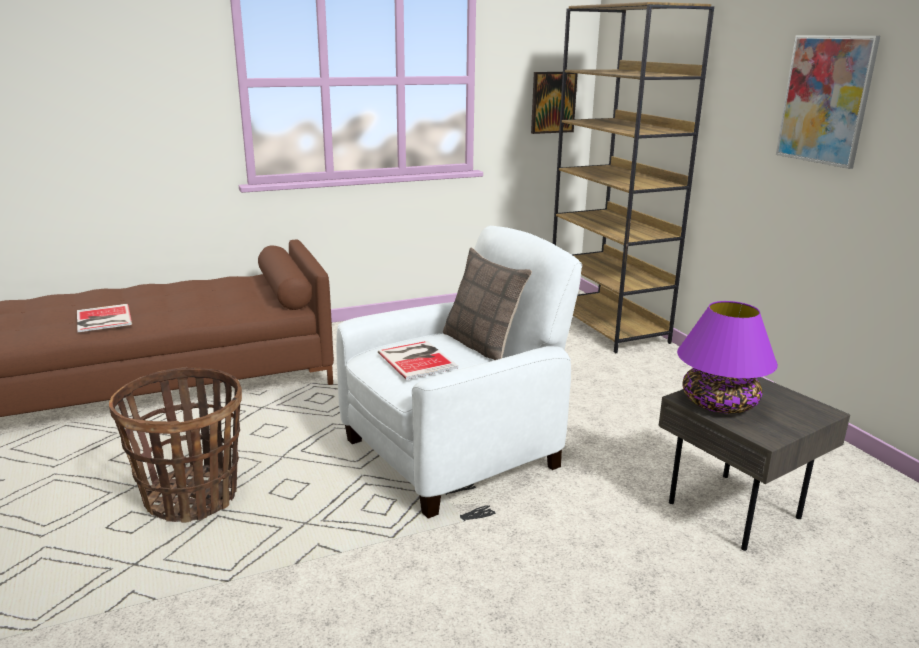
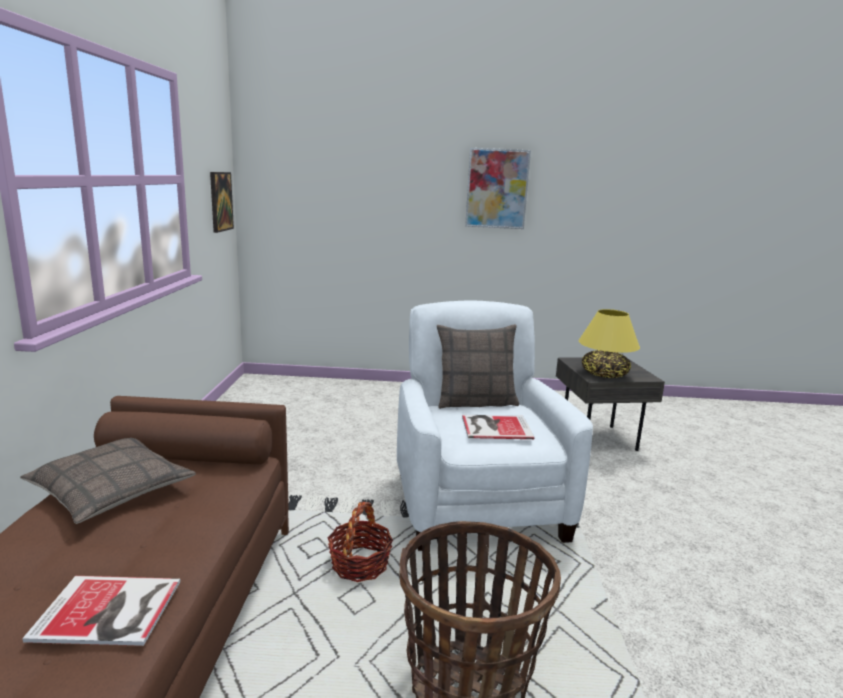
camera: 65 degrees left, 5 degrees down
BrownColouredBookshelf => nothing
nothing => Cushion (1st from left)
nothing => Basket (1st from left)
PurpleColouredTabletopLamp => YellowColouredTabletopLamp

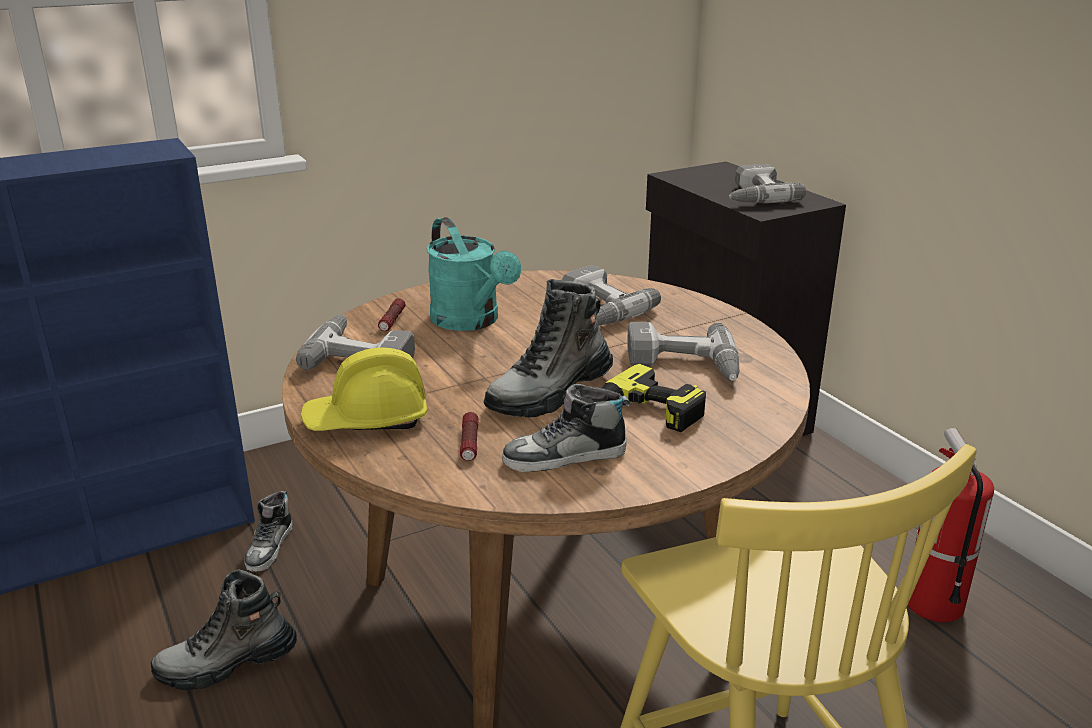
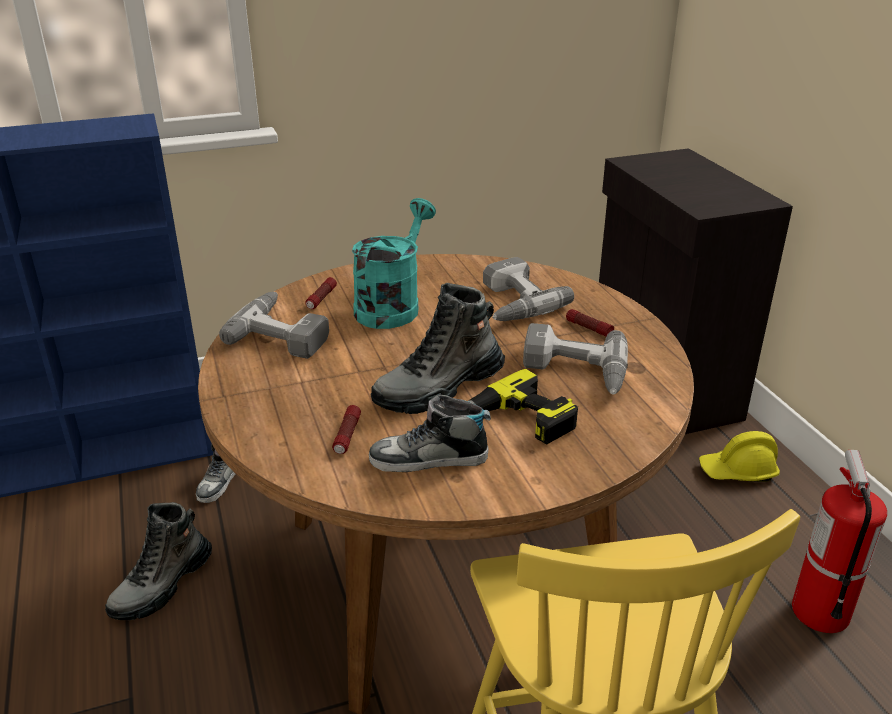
camera: 10 degrees right, 5 degrees up
Drill (5th from left) => nothing
nothing => Flashlight (3rd from left)
YellowColouredHardHat, move
Boot (1st from left), 45 degrees counterclockwise
TurquoiseSprinklingCan, 135 degrees counterclockwise

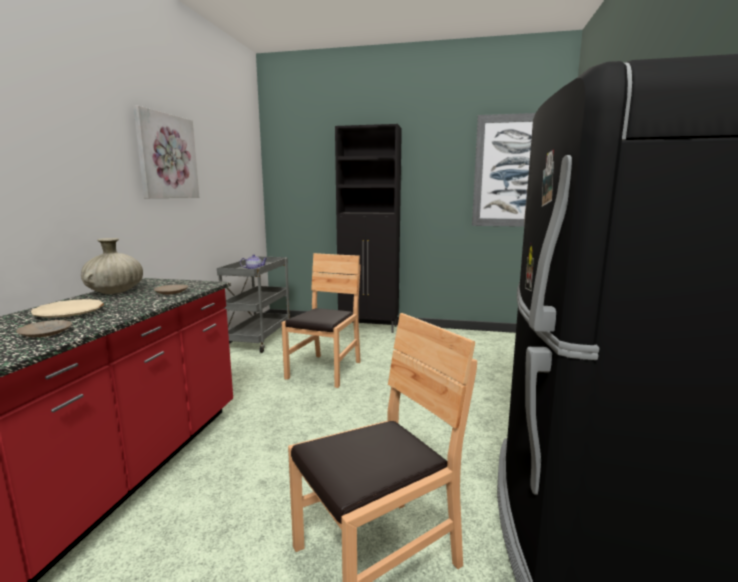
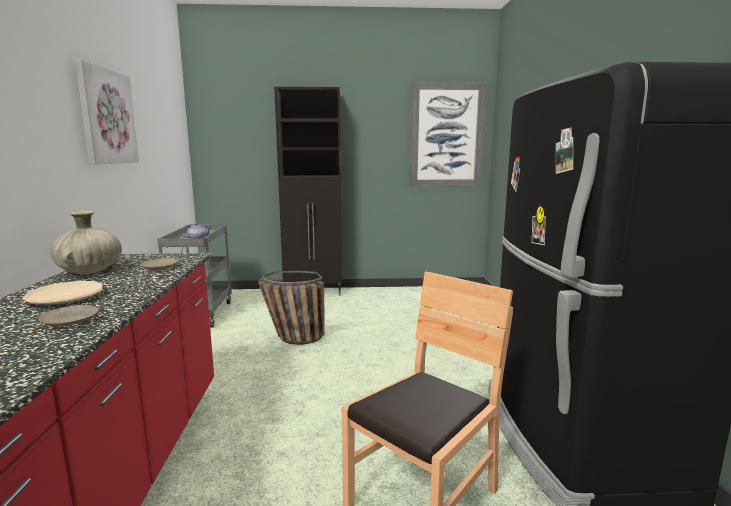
camera: 15 degrees left, 0 degrees up
BrownColouredUprightChair (1st from left) => Basket

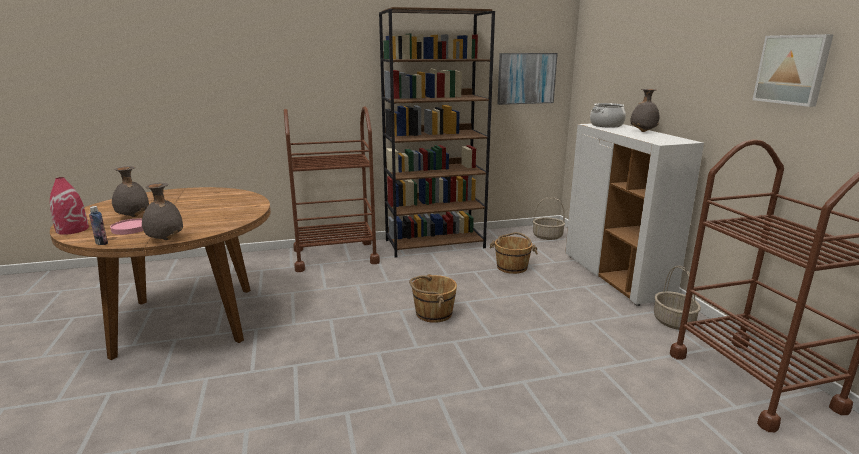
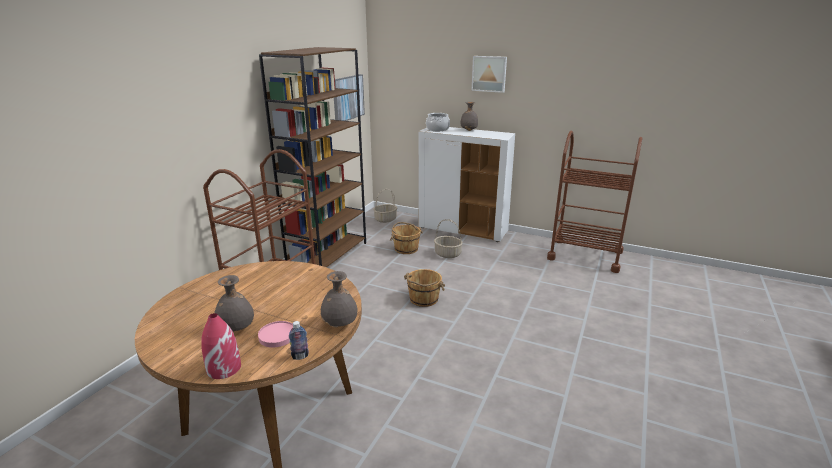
camera: 50 degrees left, 5 degrees up
Basket (2nd from left), move
WallPicture (2nd from left), move

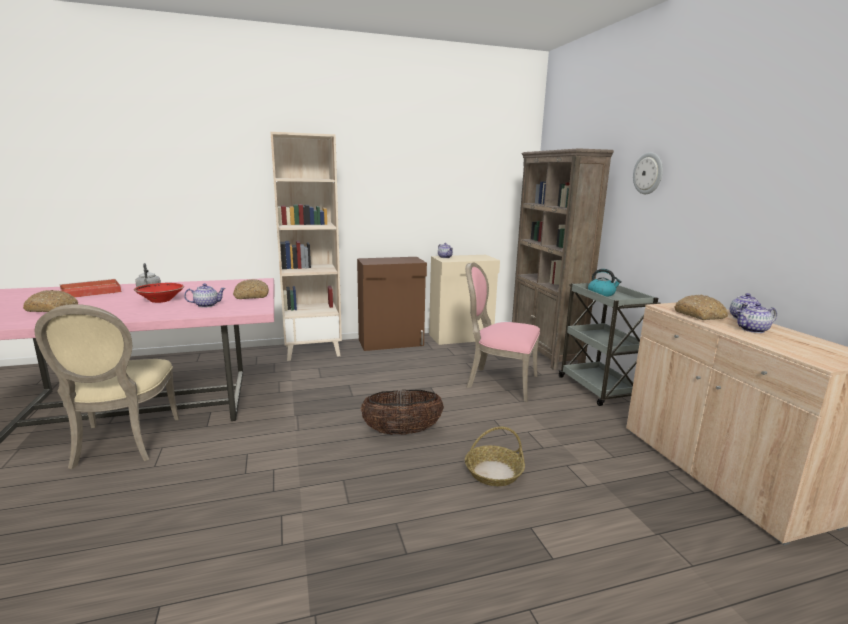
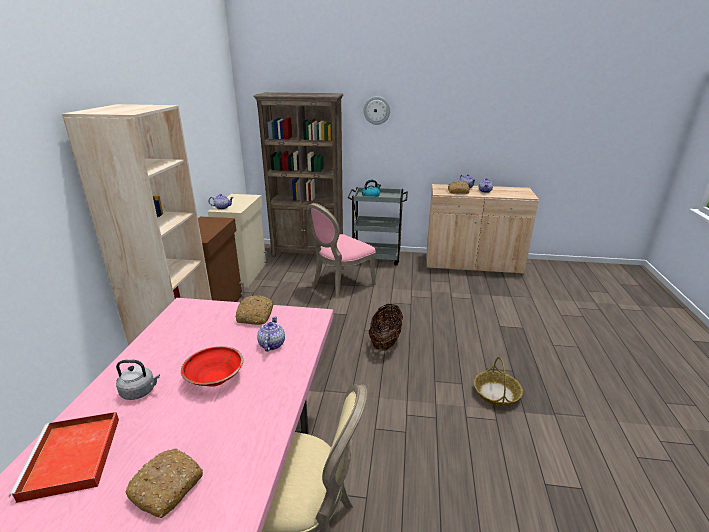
camera: 65 degrees left, 10 degrees up
Basket (2nd from left), move

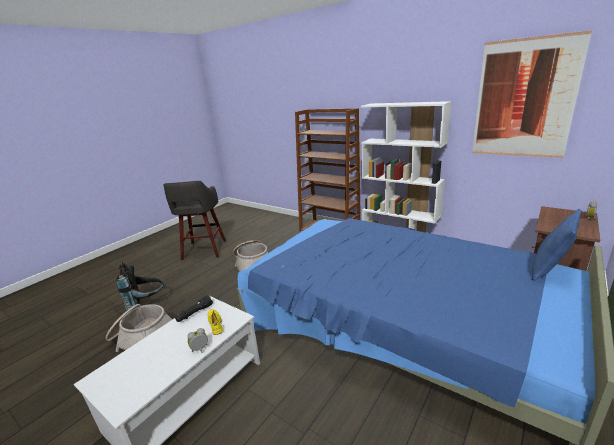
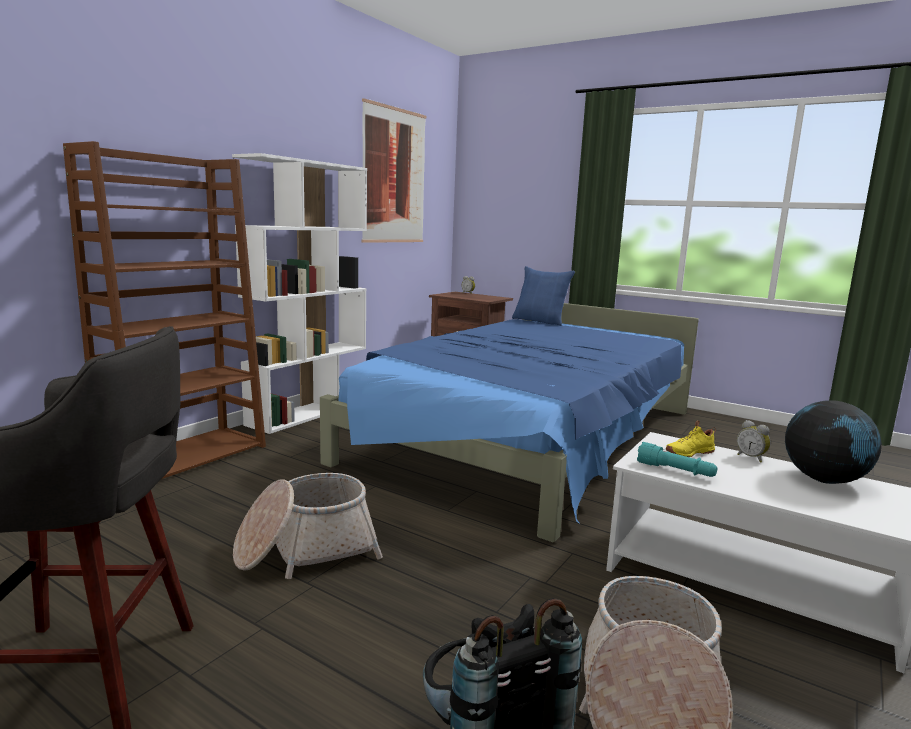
camera: 95 degrees left, 10 degrees down
nothing => Globe
BlackishFlashlight => TurquoiseFlashlight

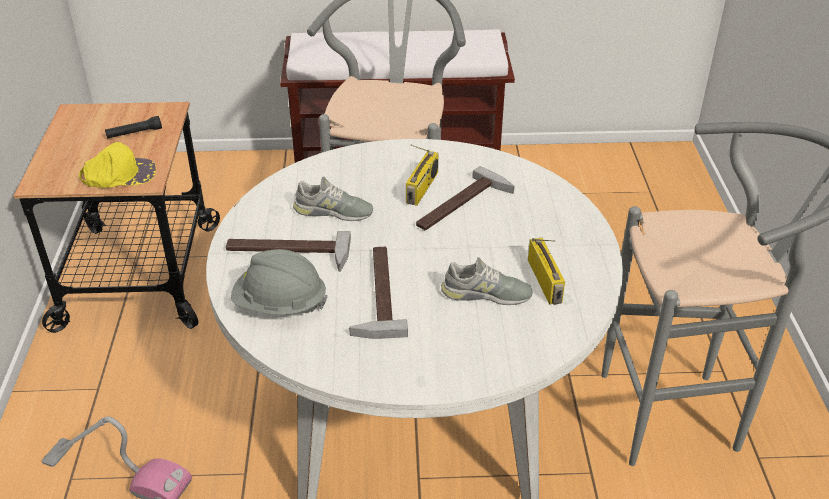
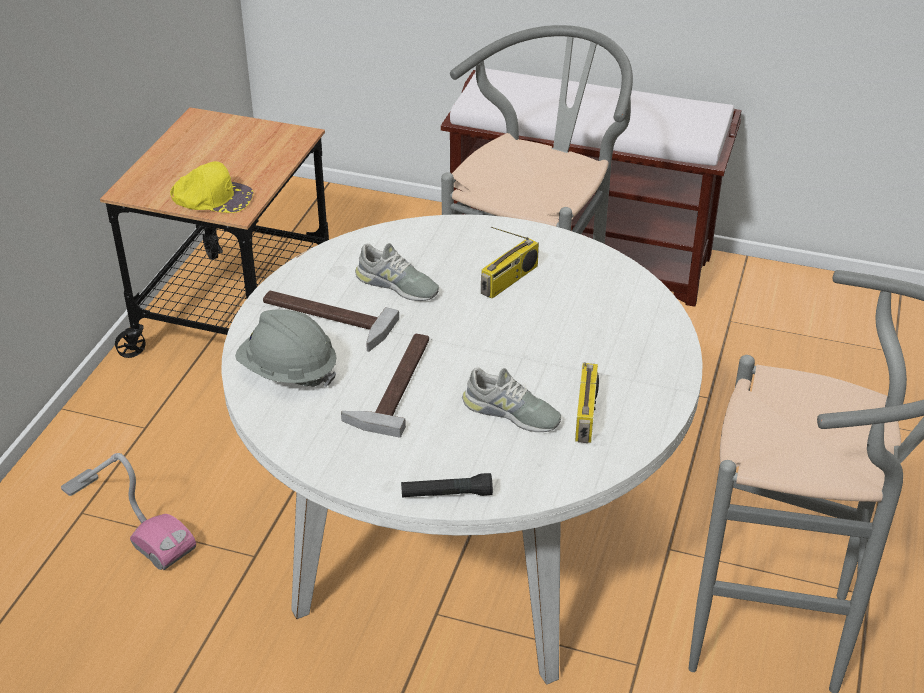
camera: 20 degrees right, 0 degrees up
Hammer (3rd from left) => nothing
BlackishFlashlight, move

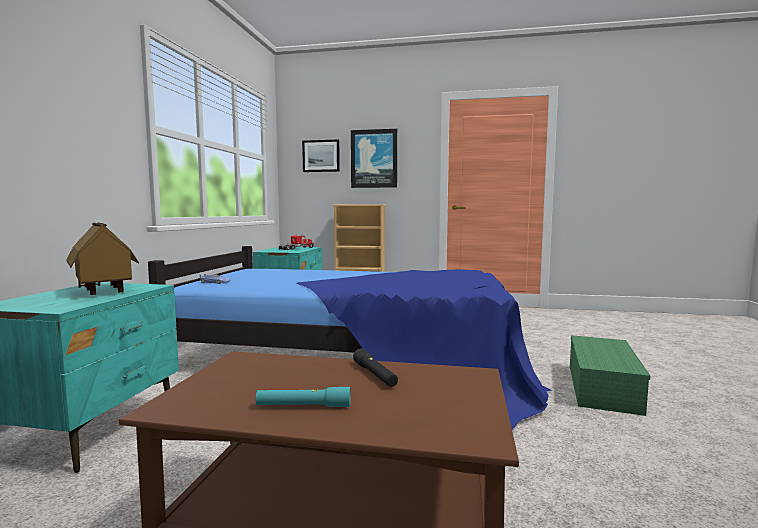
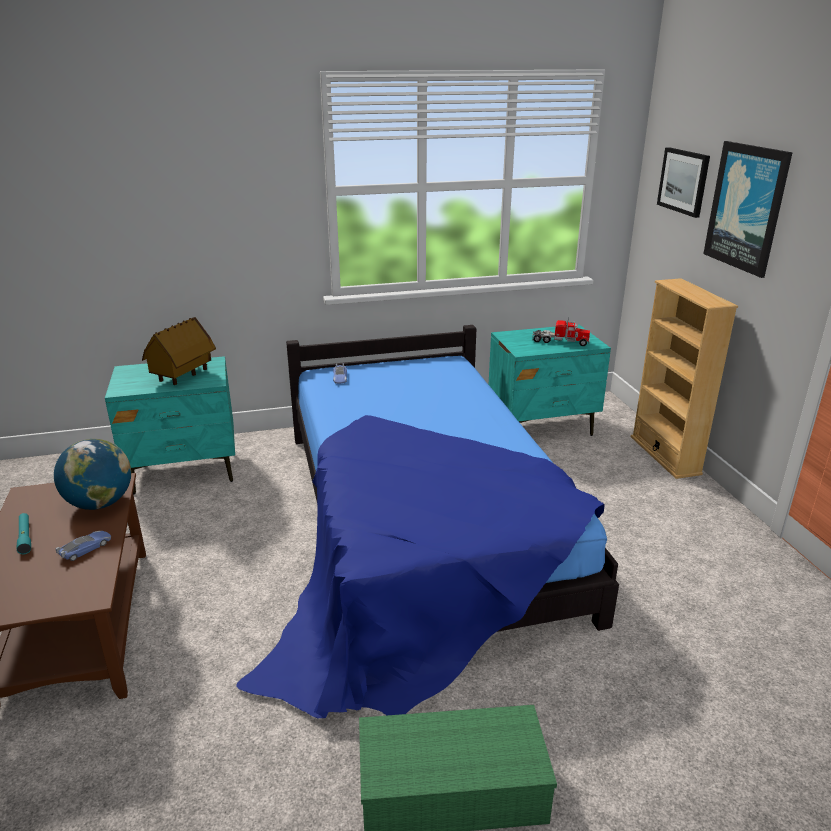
camera: 65 degrees right, 20 degrees up
nothing => Globe
BlackishFlashlight => MiniatureCar (1st from left)

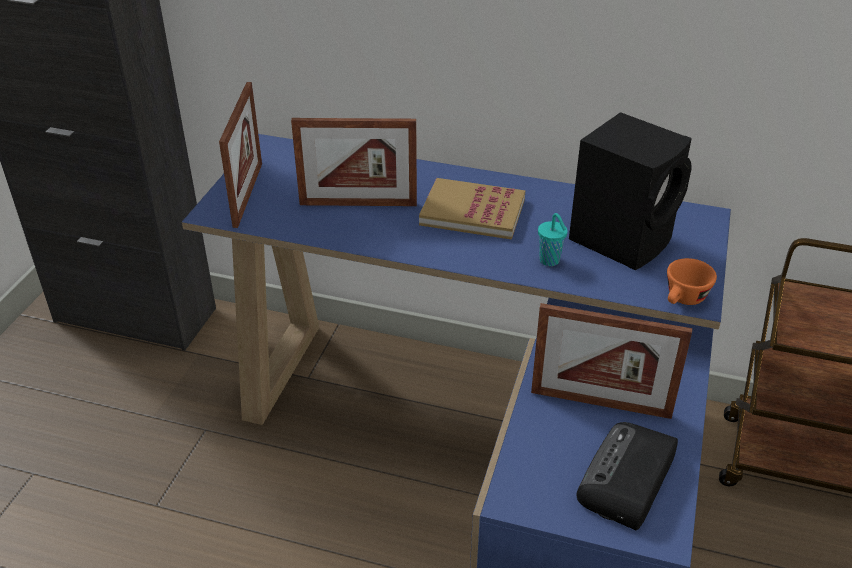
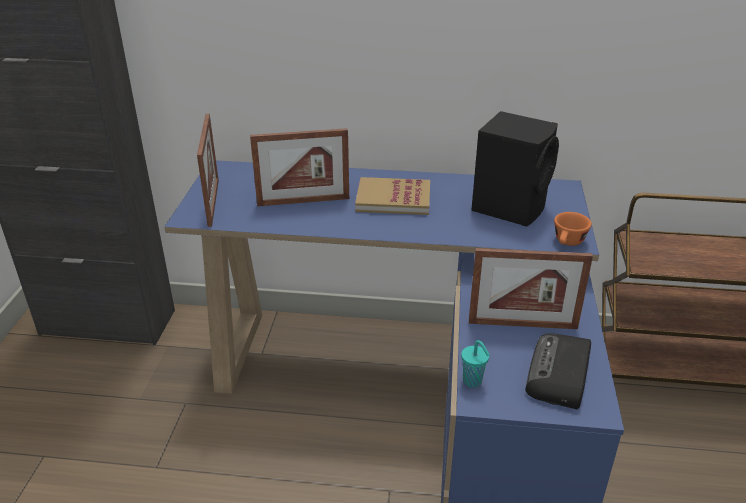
camera: 10 degrees left, 5 degrees down
TurquoiseCup, move

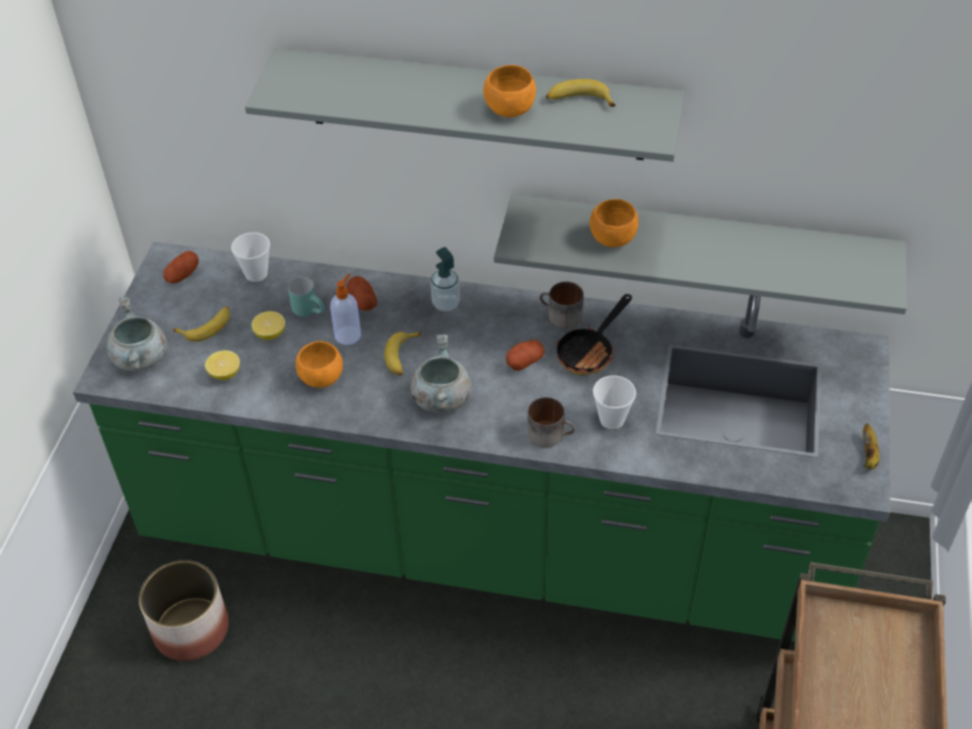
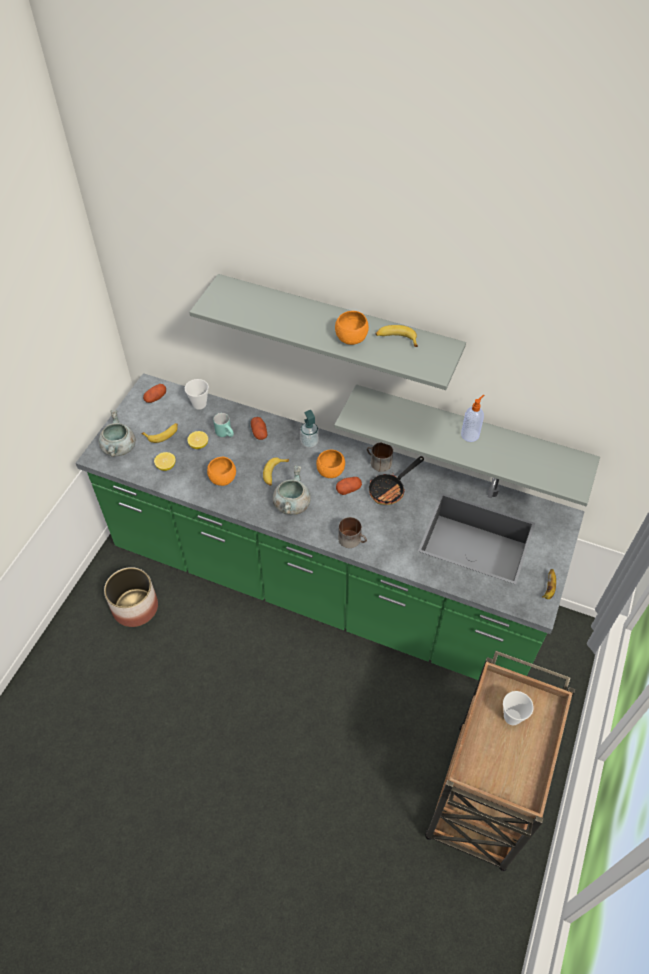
camera: 10 degrees right, 5 degrees up
SoapDispenser (1st from left in the first image) => SoapDispenser (2nd from left), move
OrangeyServingBowl (3rd from left in the first image) => OrangeyServingBowl (2nd from left), move
Cup (2nd from left), move

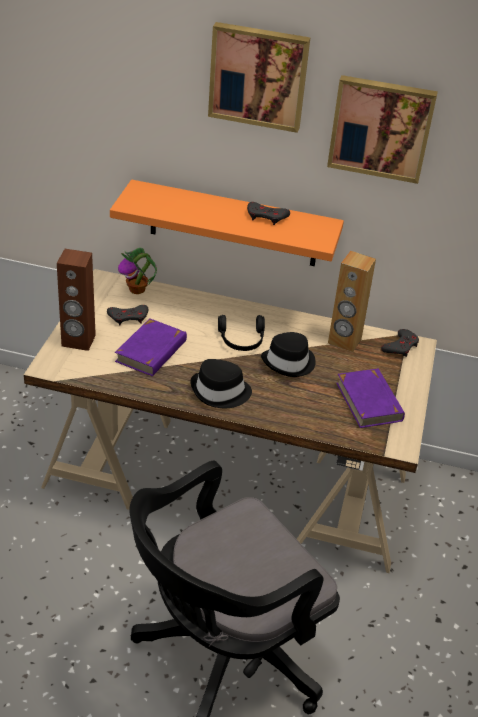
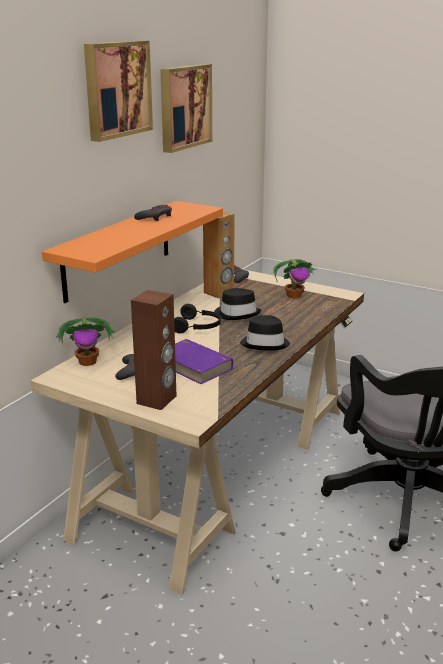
camera: 70 degrees left, 15 degrees down
PurpleColouredBook (2nd from left) => PottedPlant (2nd from left)

